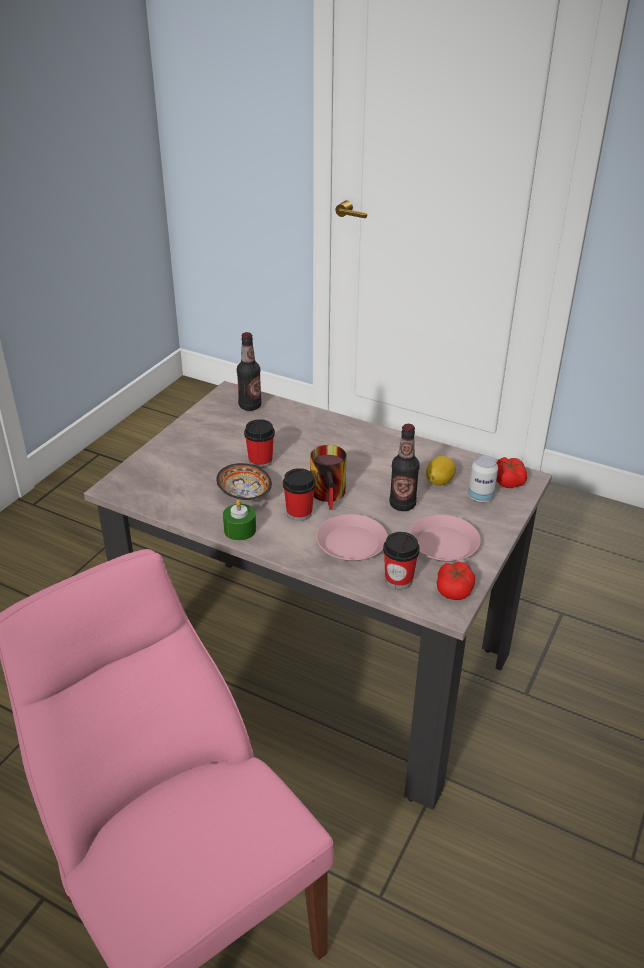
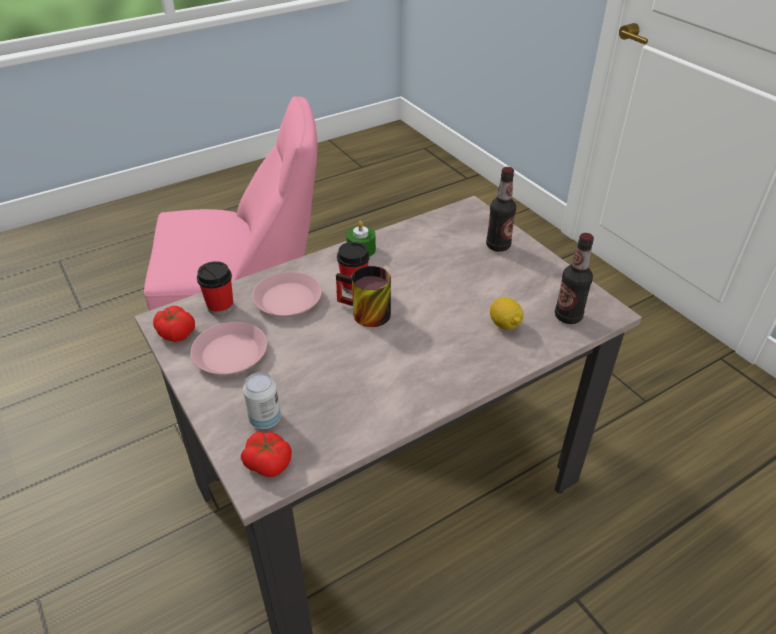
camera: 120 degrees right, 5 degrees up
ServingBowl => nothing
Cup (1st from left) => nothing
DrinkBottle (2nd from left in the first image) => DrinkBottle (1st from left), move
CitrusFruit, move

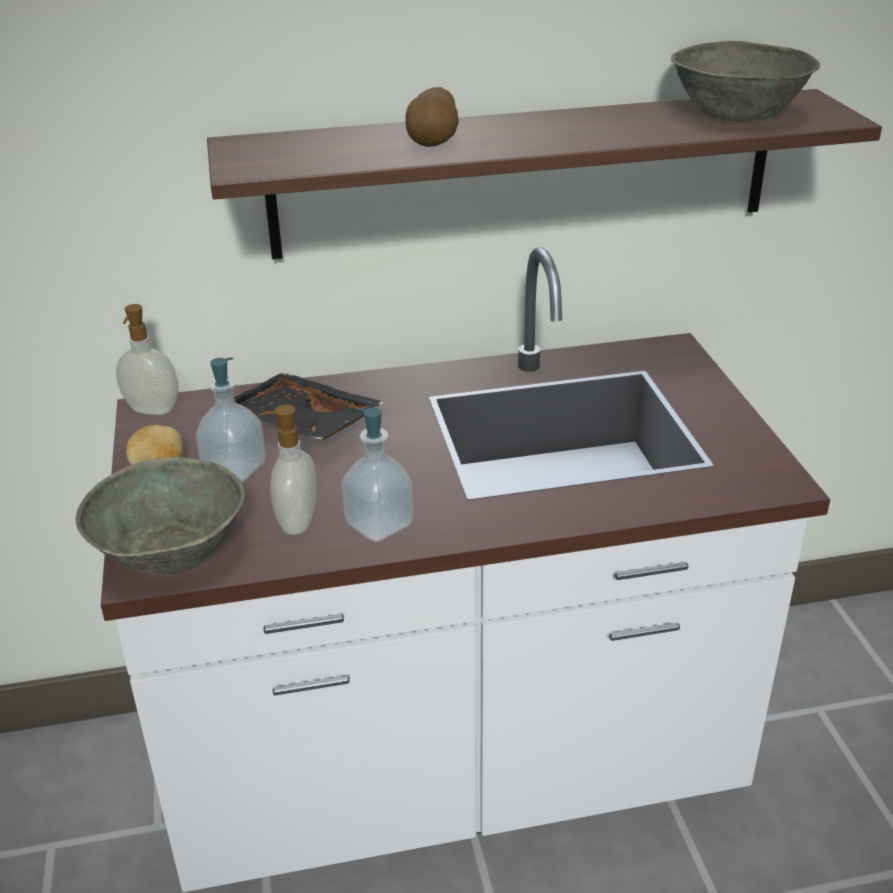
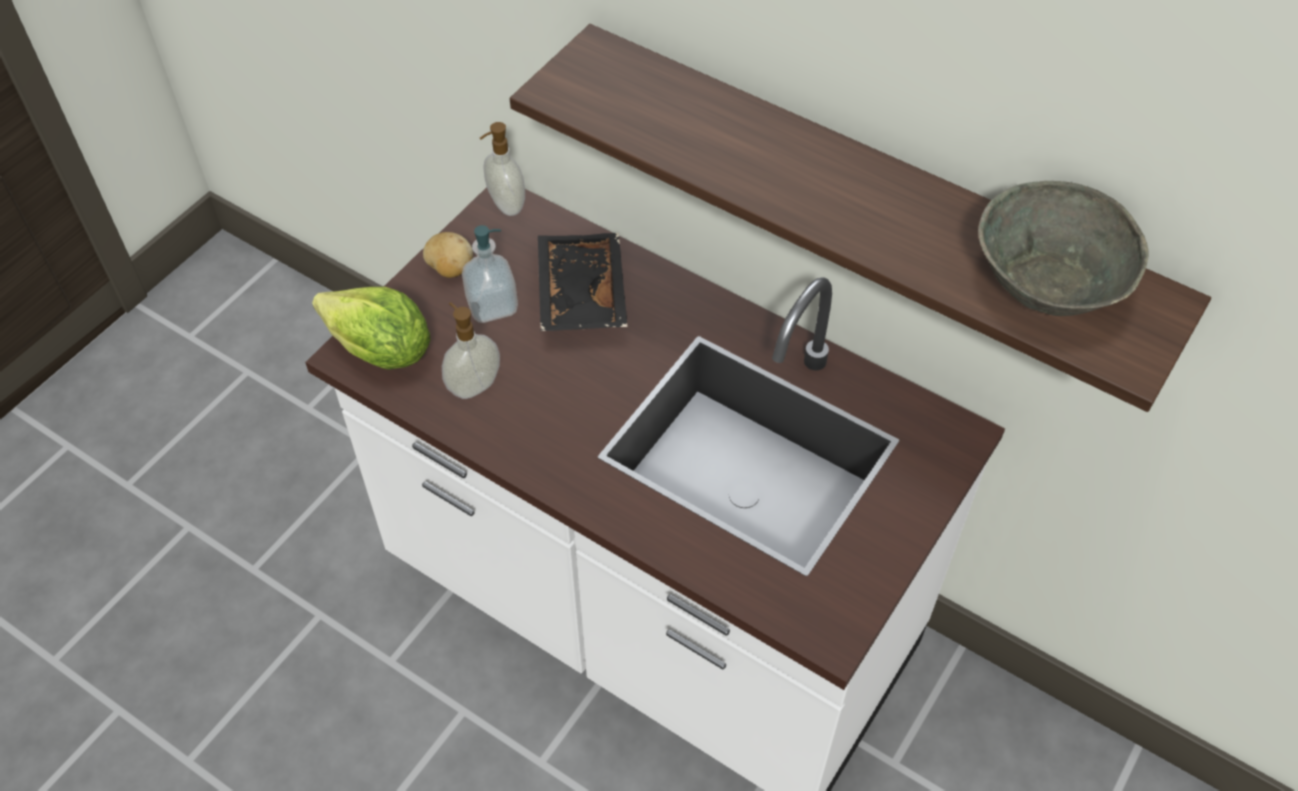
camera: 45 degrees right, 20 degrees up
SoapDispenser (4th from left) => nothing
WholePotato (2nd from left) => nothing
GreyishServingBowl (1st from left) => LettuceHead

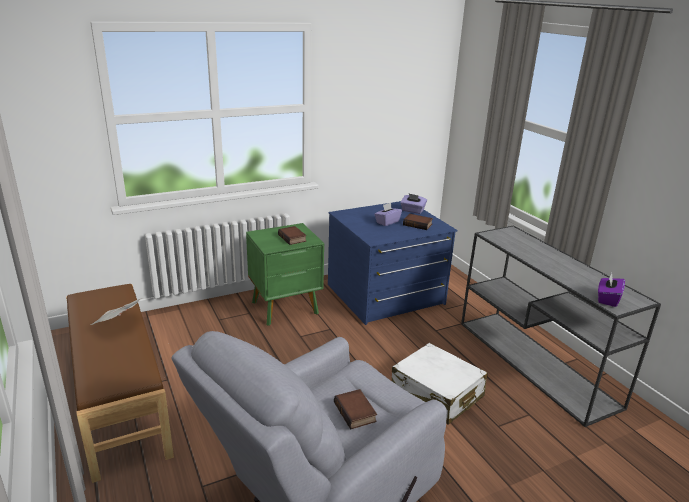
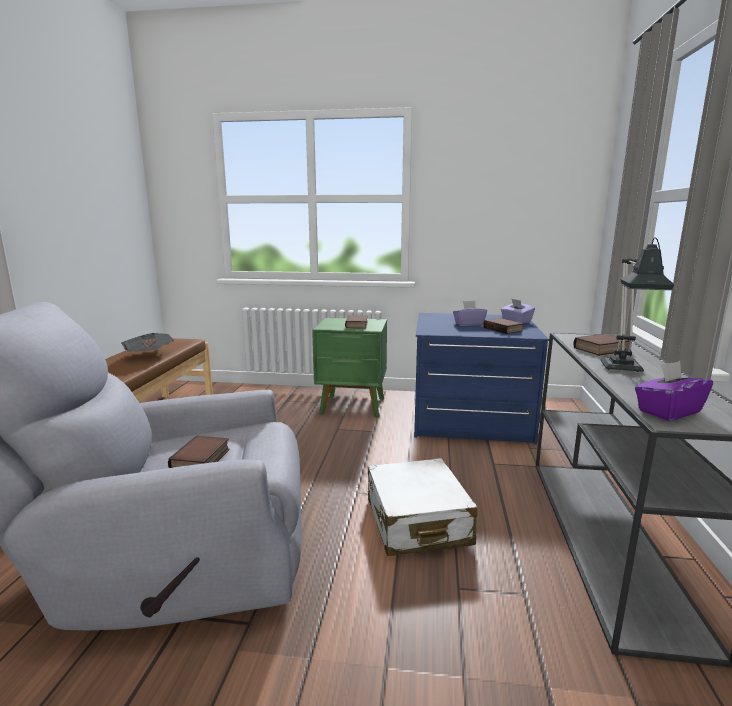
camera: 35 degrees right, 10 degrees down
nothing => Book (4th from left)
nothing => TabletopLamp

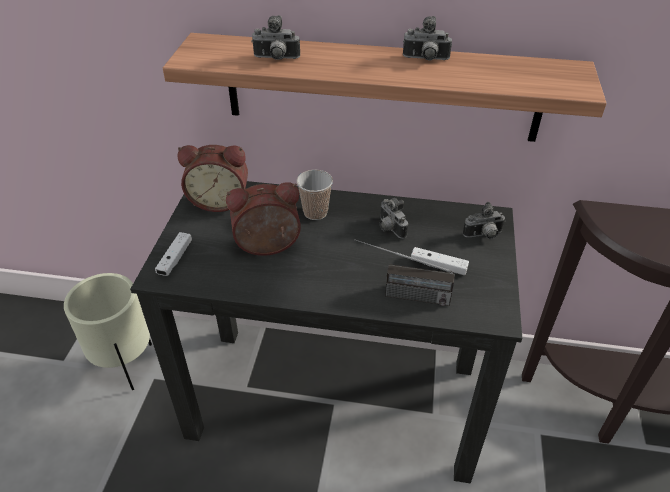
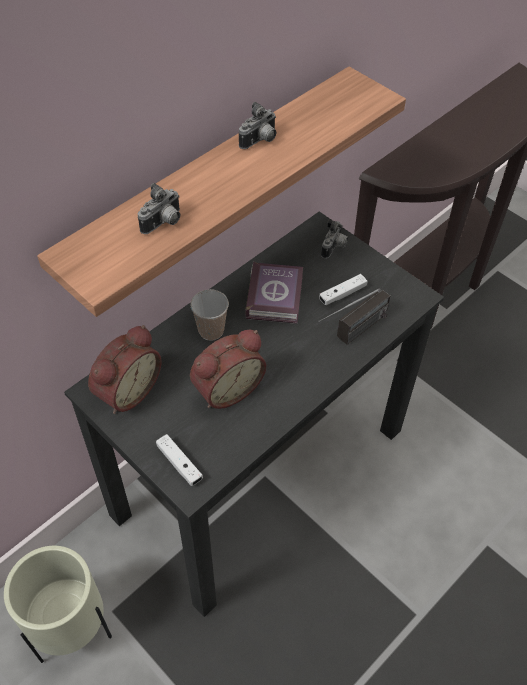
camera: 55 degrees left, 10 degrees up
StillCamera (2nd from left) => Book
AlarmClock (2nd from left), 150 degrees counterclockwise

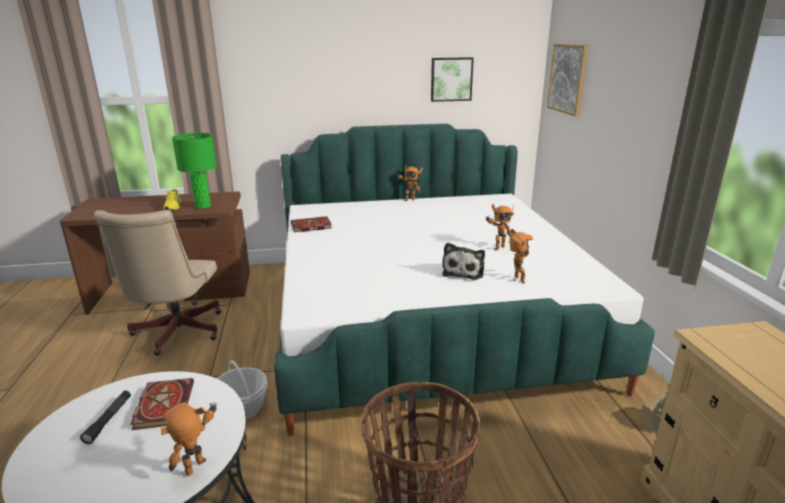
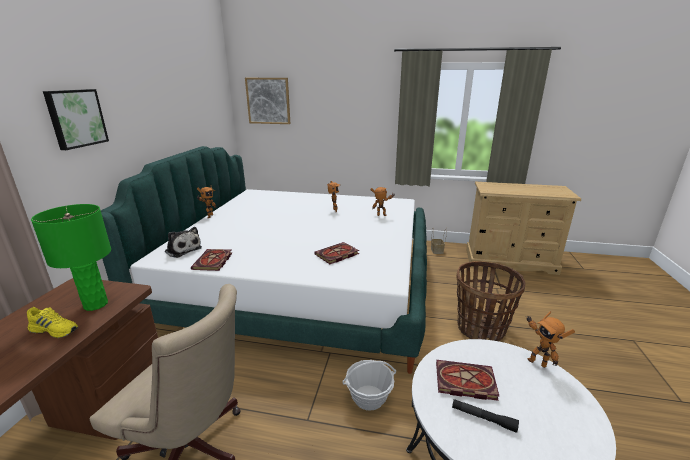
camera: 70 degrees left, 0 degrees up
nothing => Book (2nd from left)
WallPicture (1st from left), move
CuddlyToy, move

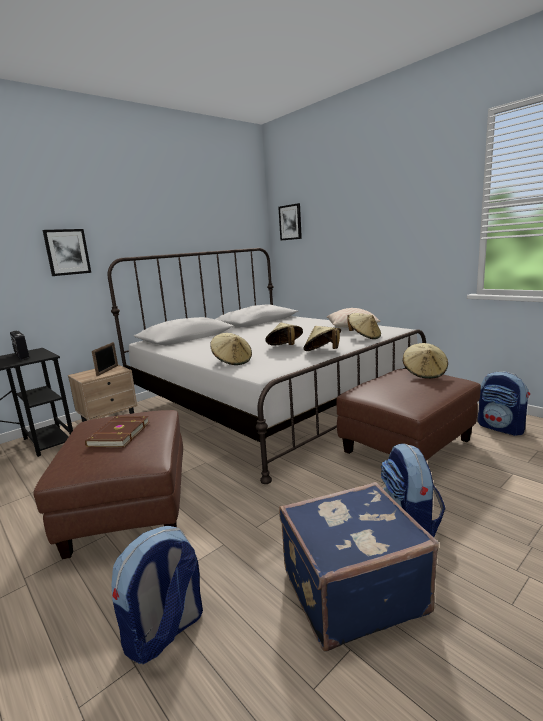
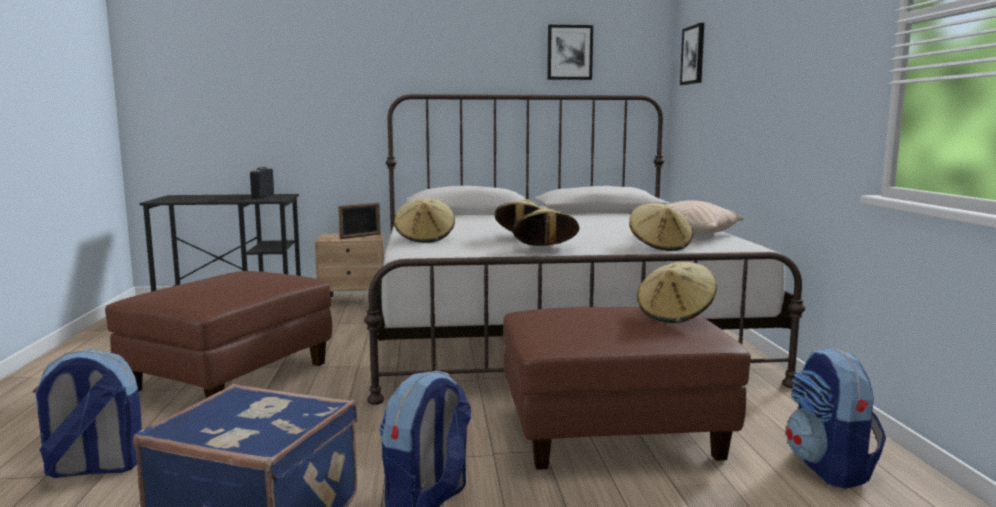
camera: 35 degrees right, 5 degrees down
BrownColouredBook => nothing
WallPicture (1st from left), move

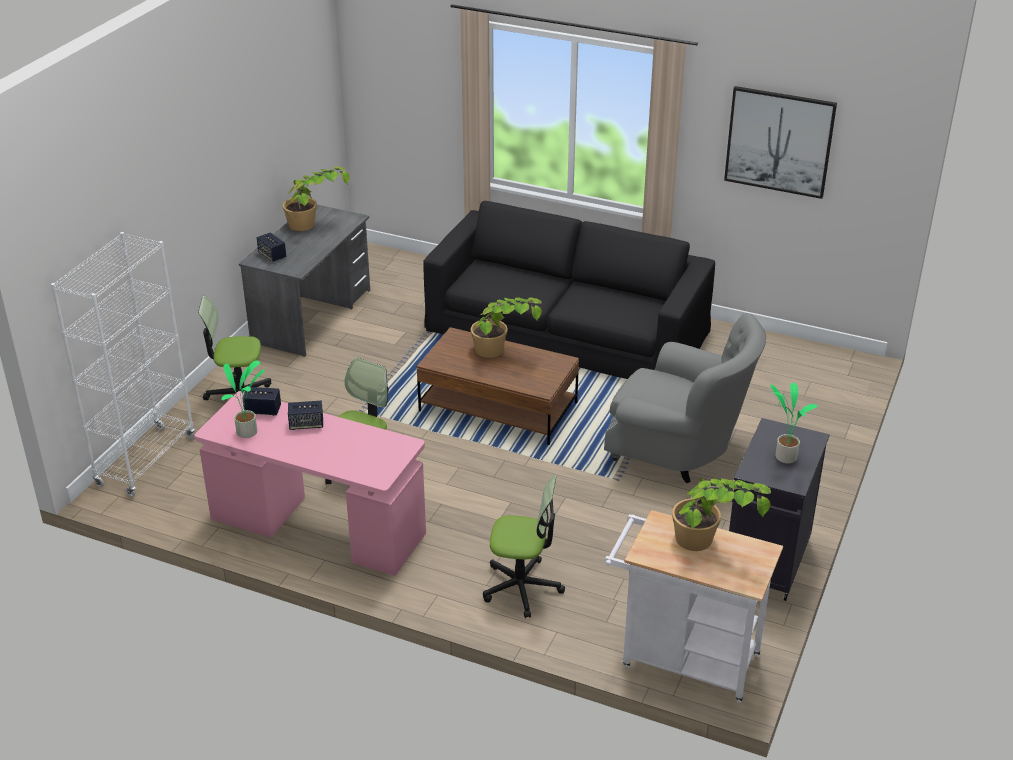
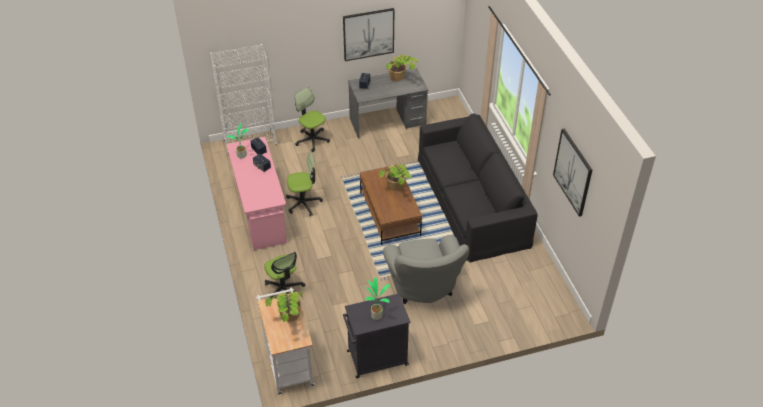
camera: 50 degrees right, 10 degrees up
nothing => WallPicture (1st from left)

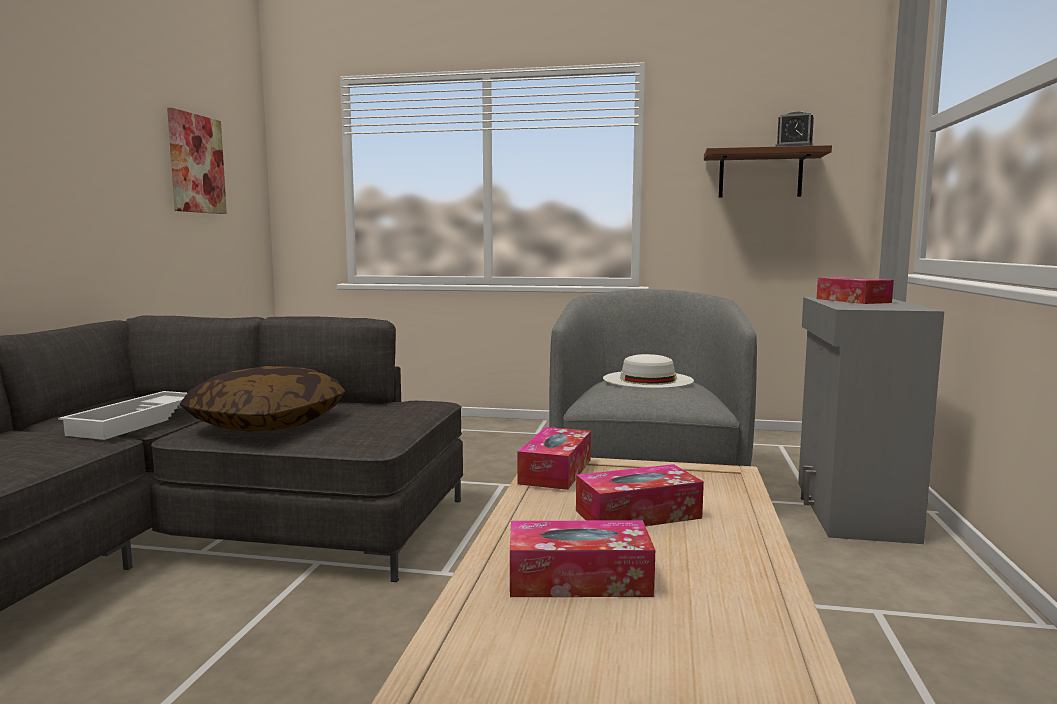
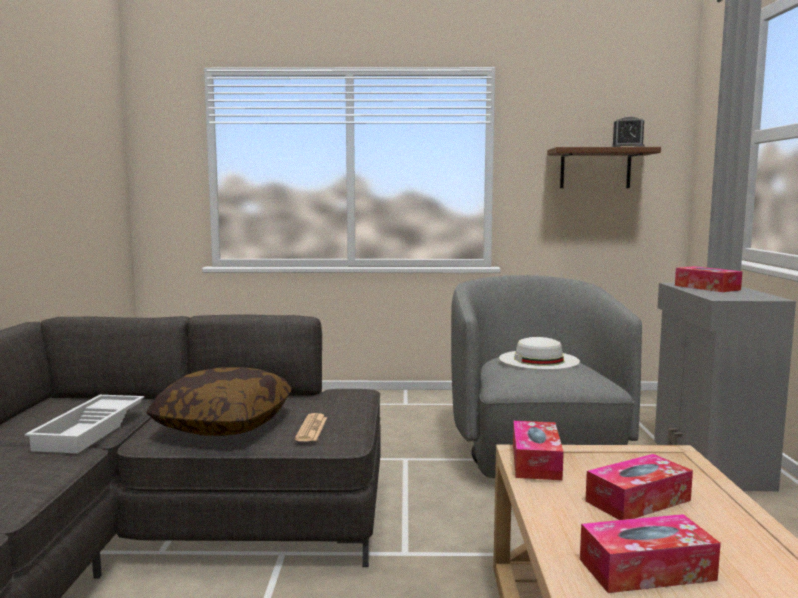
camera: 10 degrees left, 0 degrees up
WallPicture => nothing
nothing => DailyPaper

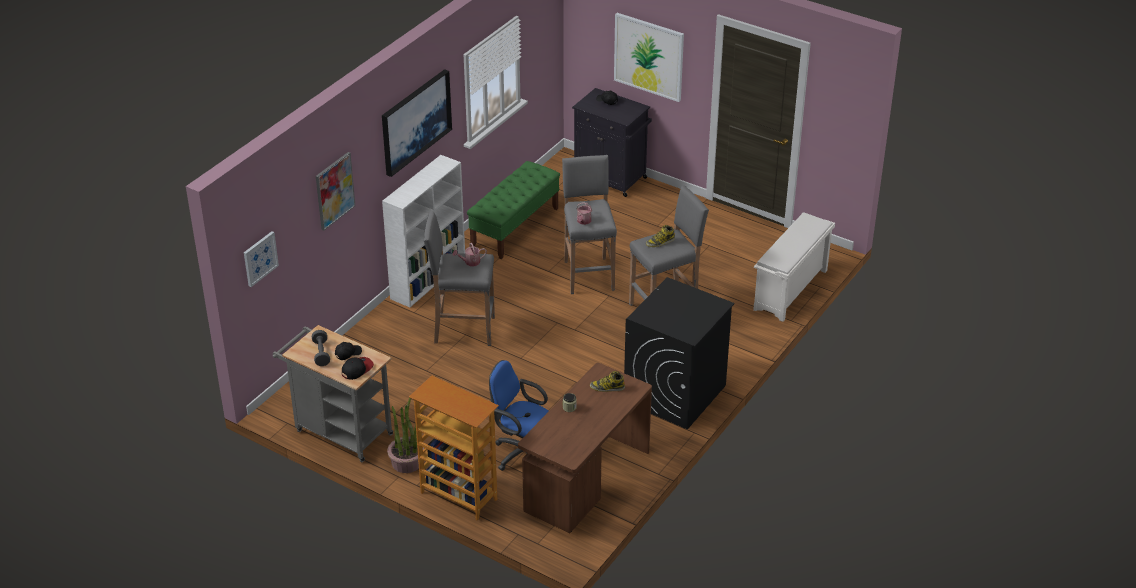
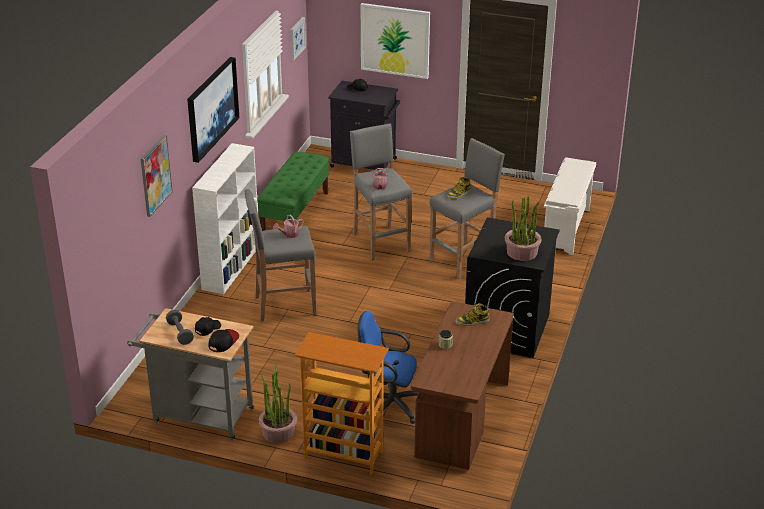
camera: 15 degrees left, 5 degrees down
nothing => PottedPlant (2nd from left)
WallPicture (1st from left in the first image) => WallPicture (3rd from left), move

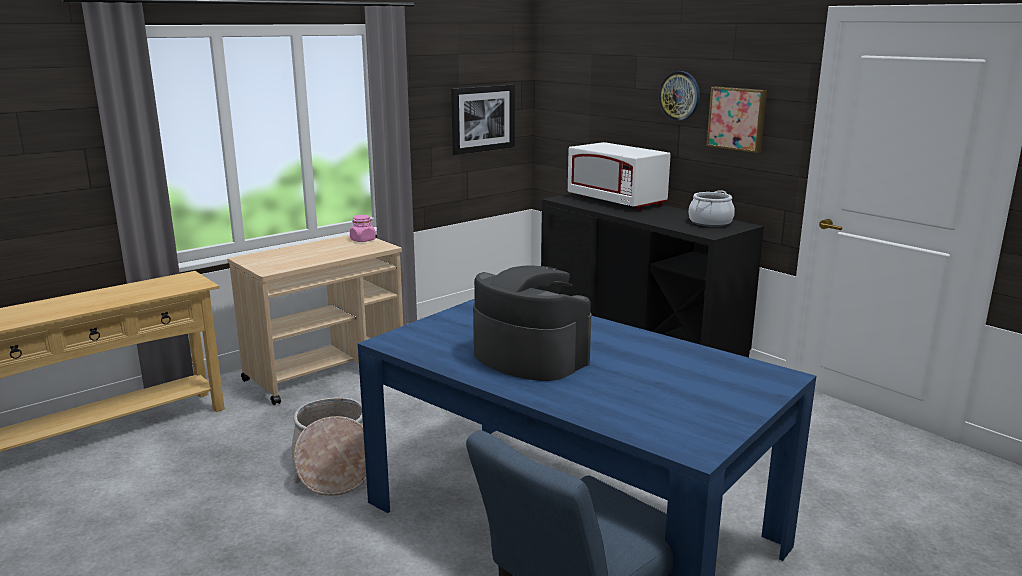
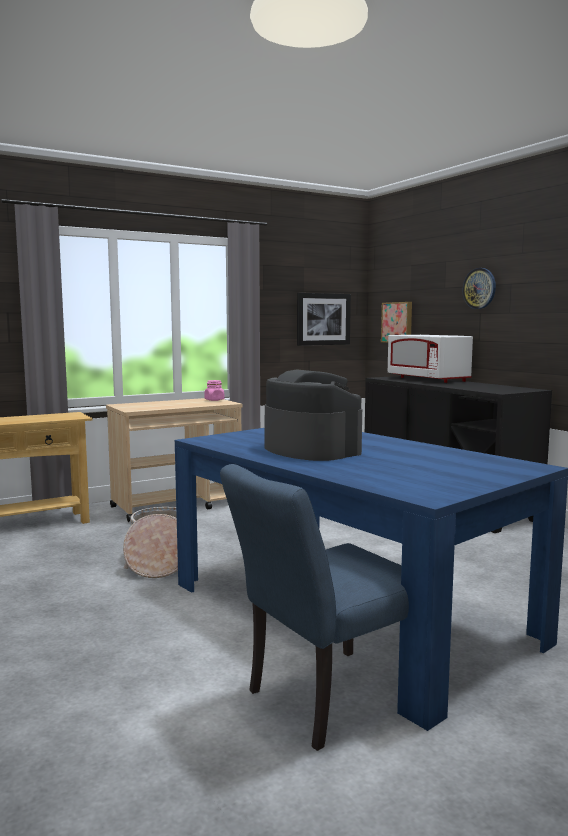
camera: 10 degrees right, 10 degrees down
Saucepot => nothing
WallPicture (2nd from left), move

